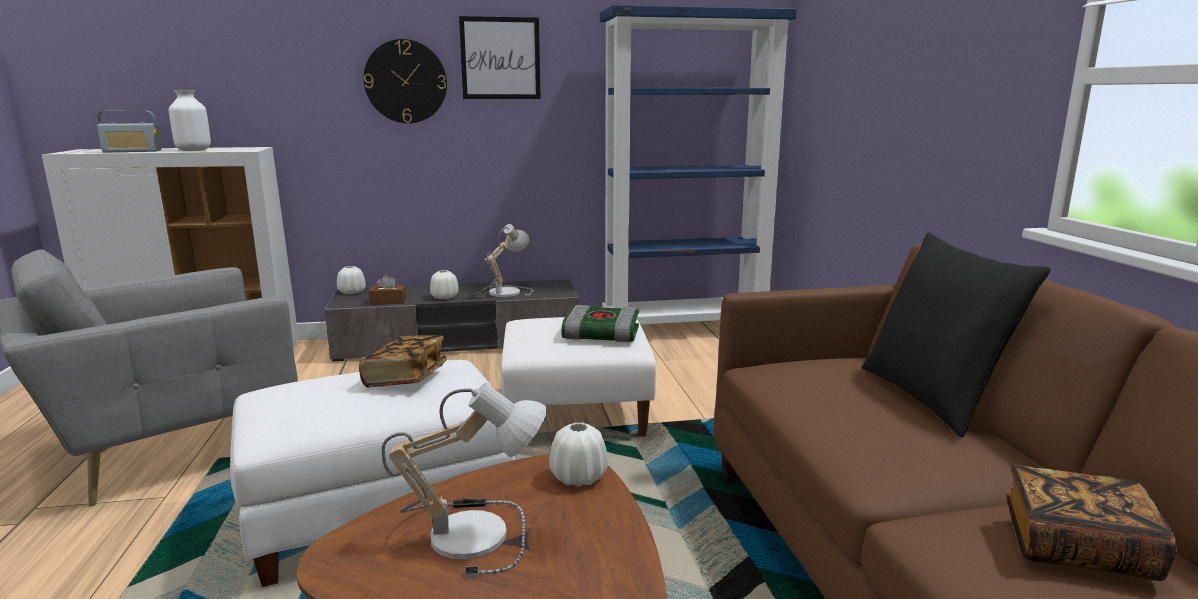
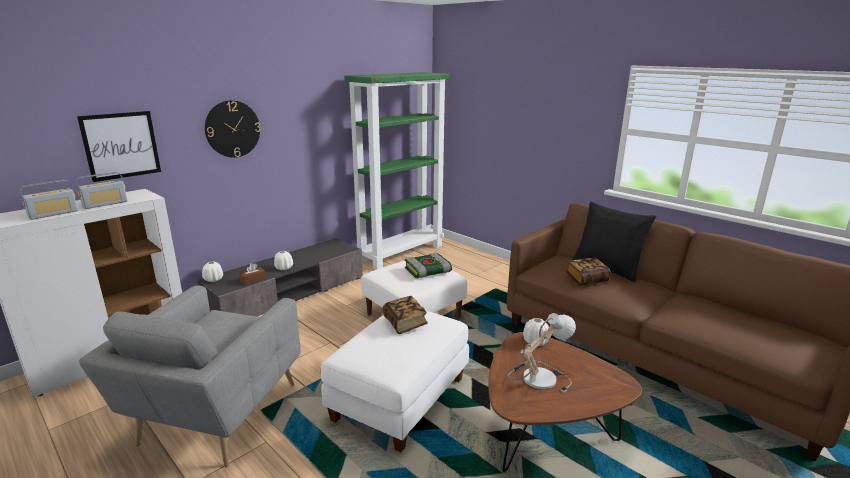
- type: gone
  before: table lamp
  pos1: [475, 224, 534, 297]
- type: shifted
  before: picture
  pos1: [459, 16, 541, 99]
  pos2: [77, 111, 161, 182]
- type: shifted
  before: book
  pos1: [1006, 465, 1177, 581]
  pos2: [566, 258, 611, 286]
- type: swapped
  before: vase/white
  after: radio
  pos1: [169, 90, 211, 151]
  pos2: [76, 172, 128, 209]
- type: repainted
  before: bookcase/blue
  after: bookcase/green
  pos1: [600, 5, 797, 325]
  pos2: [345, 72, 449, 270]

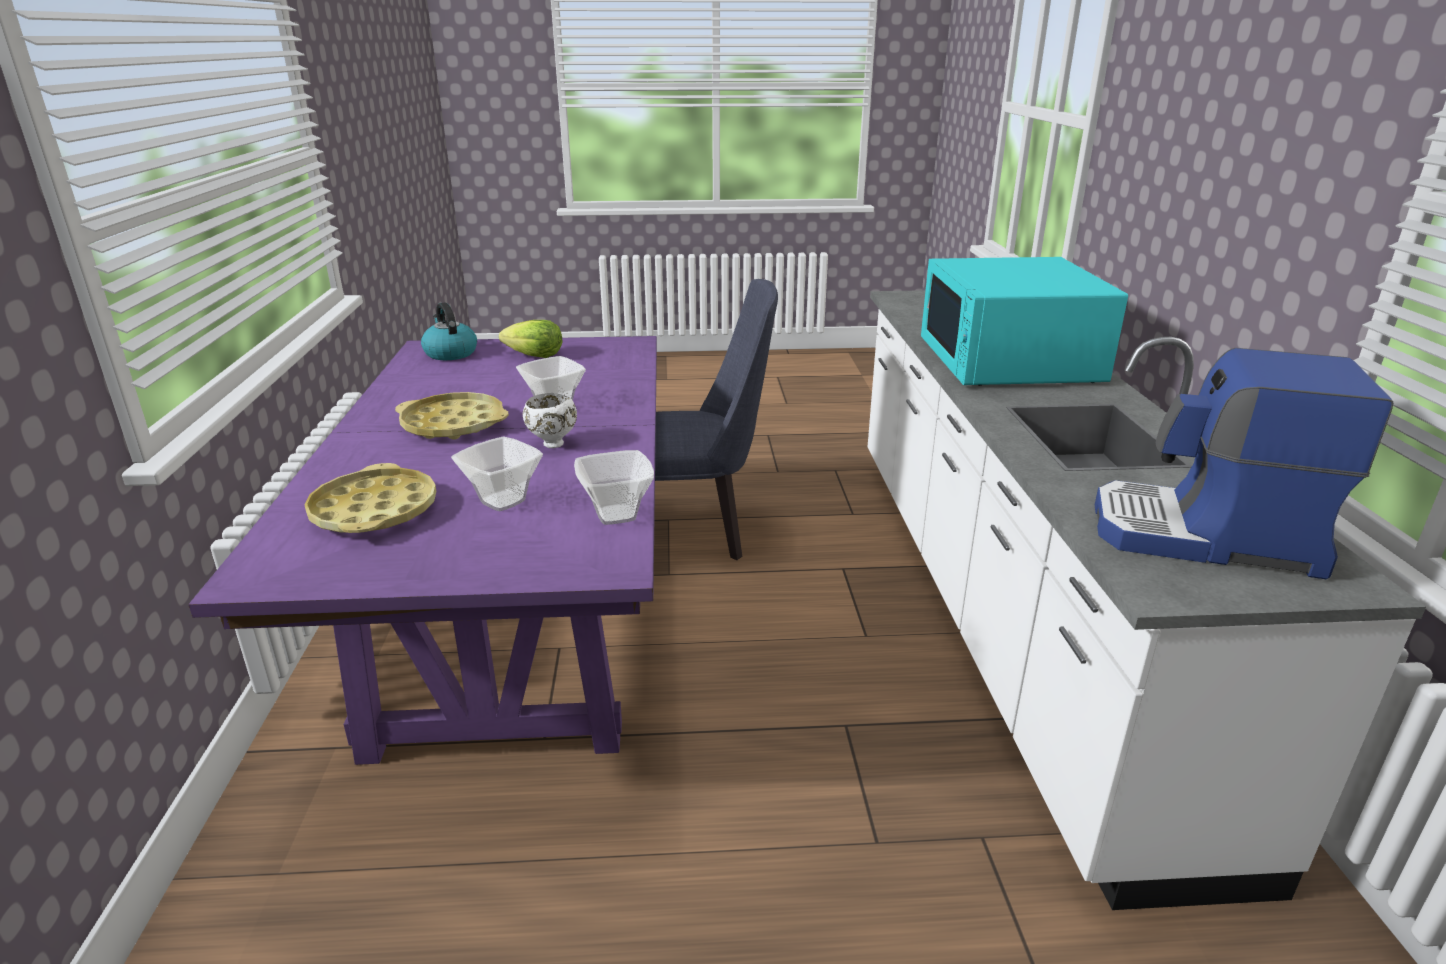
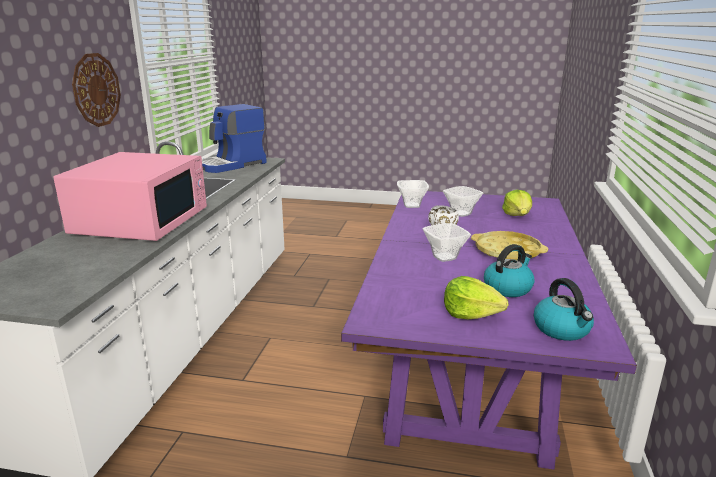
- type: gone
  before: chair/blue
  pos1: [655, 279, 778, 560]
- type: new
  after: wall clock
  pos2: [72, 53, 121, 127]
- type: new
  after: kettle
  pos2: [484, 244, 535, 297]
- type: swapped
  before: tray/yellow
  after: lettuce
  pos1: [304, 463, 436, 533]
  pos2: [502, 190, 532, 216]
- type: repainted
  before: microwave/turquoise
  after: microwave/pink
  pos1: [921, 257, 1128, 386]
  pos2: [53, 152, 207, 241]
- type: rotated
  before: coffee machine
  pos1: [1095, 348, 1393, 579]
  pos2: [202, 104, 267, 173]
  turn: 105

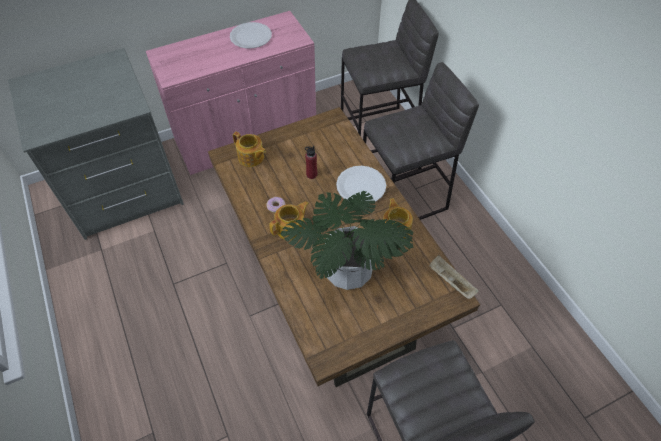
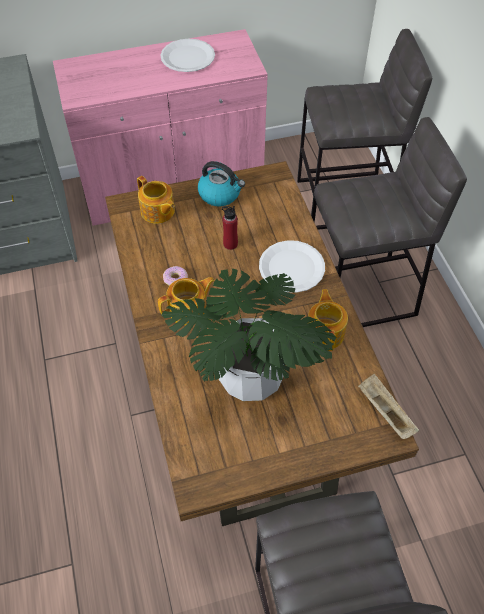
- type: new
  after: kettle
  pos2: [198, 161, 245, 206]

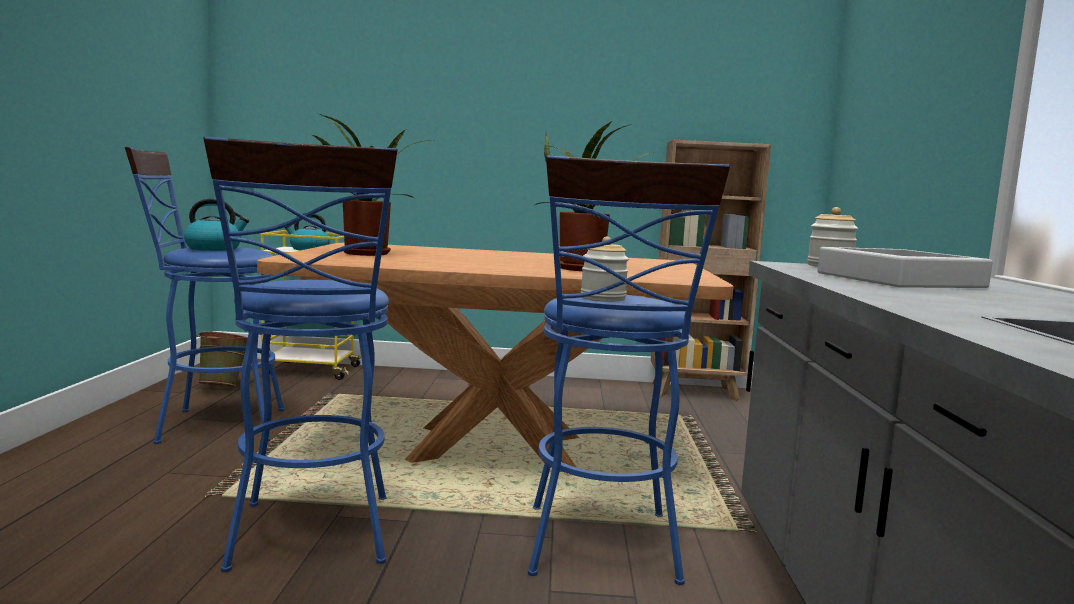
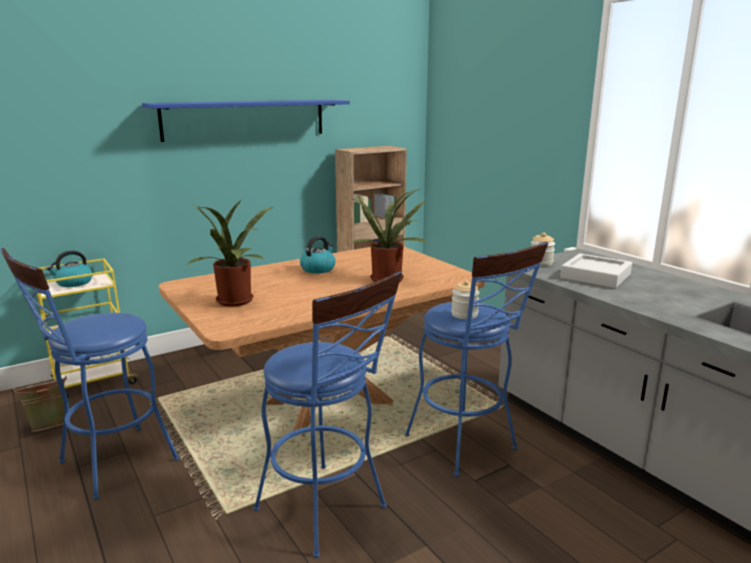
- type: new
  after: shelf/blue
  pos2: [142, 100, 350, 142]
- type: shifted
  before: kettle
  pos1: [184, 199, 249, 251]
  pos2: [300, 236, 336, 274]

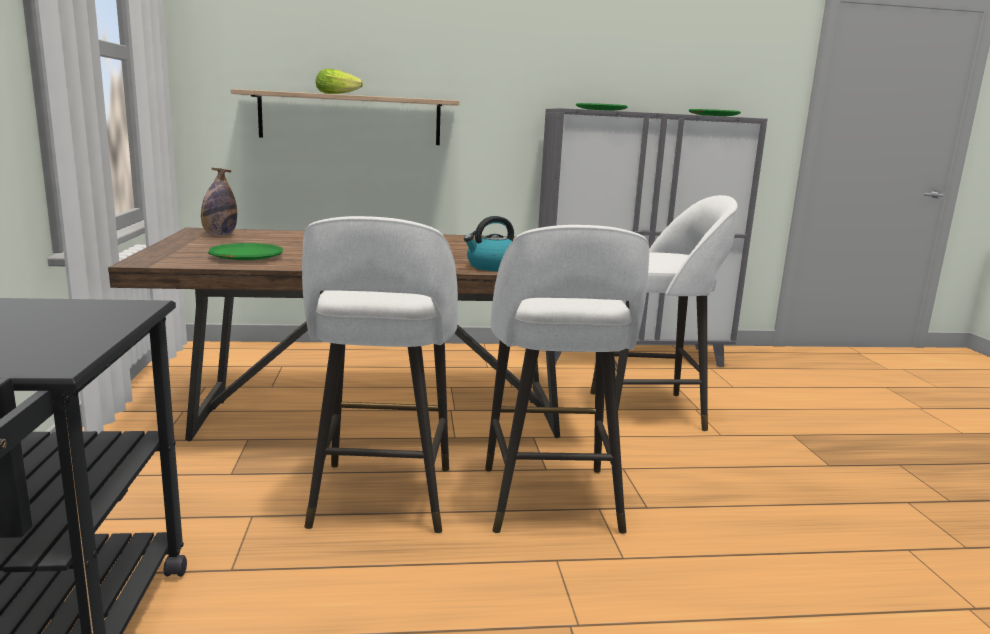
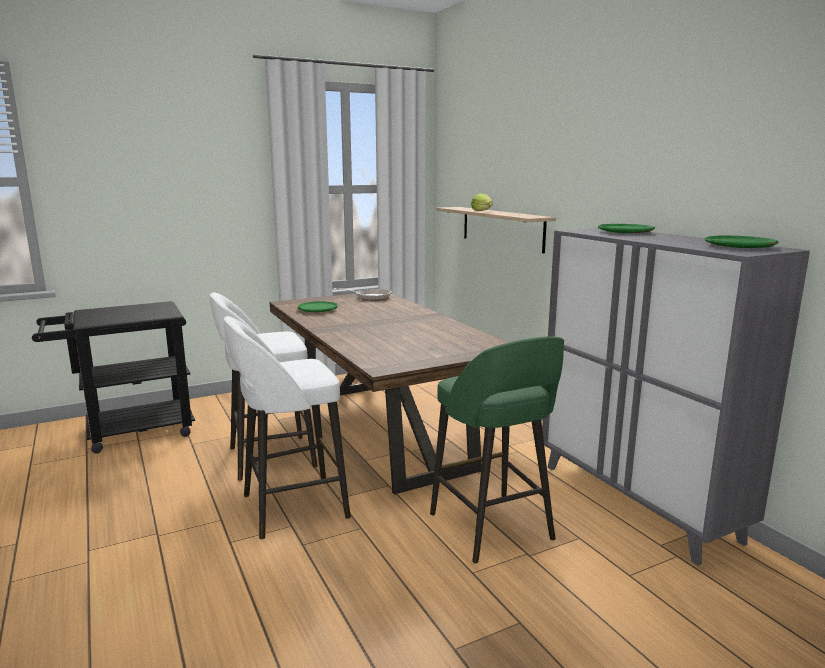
- type: gone
  before: kettle
  pos1: [464, 216, 514, 271]
- type: swapped
  before: bottle
  after: frying pan
  pos1: [201, 168, 237, 236]
  pos2: [334, 288, 392, 301]
- type: repainted
  before: stool/white
  after: stool/green
  pos1: [590, 195, 738, 432]
  pos2: [430, 336, 564, 564]

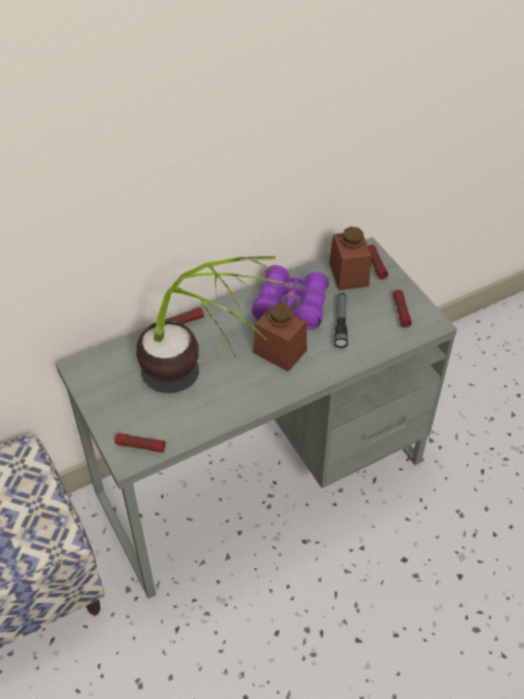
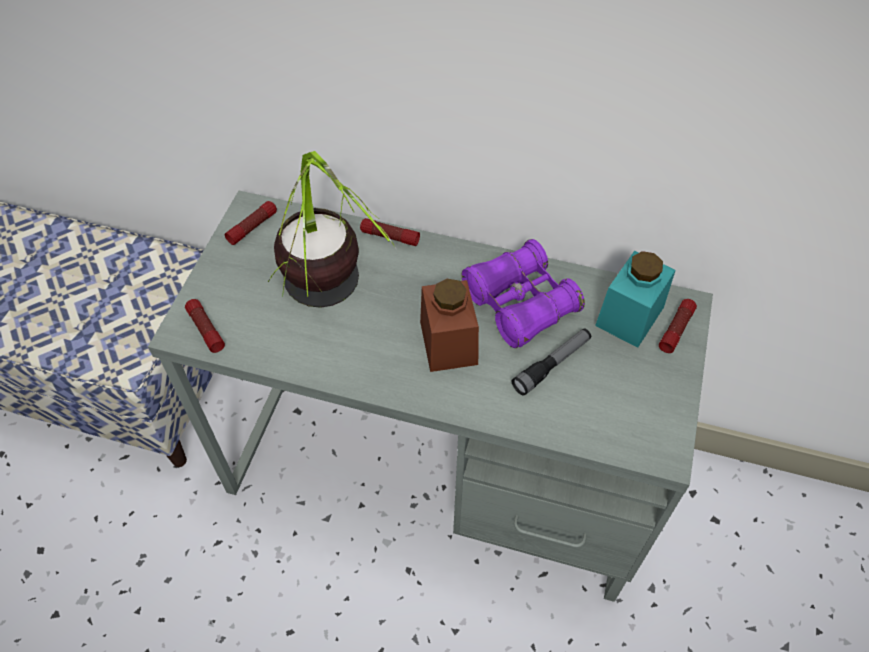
- type: shifted
  before: flashlight
  pos1: [393, 290, 412, 328]
  pos2: [225, 201, 277, 245]
- type: repainted
  before: jar/brown
  after: jar/turquoise
  pos1: [329, 227, 371, 291]
  pos2: [595, 251, 676, 348]

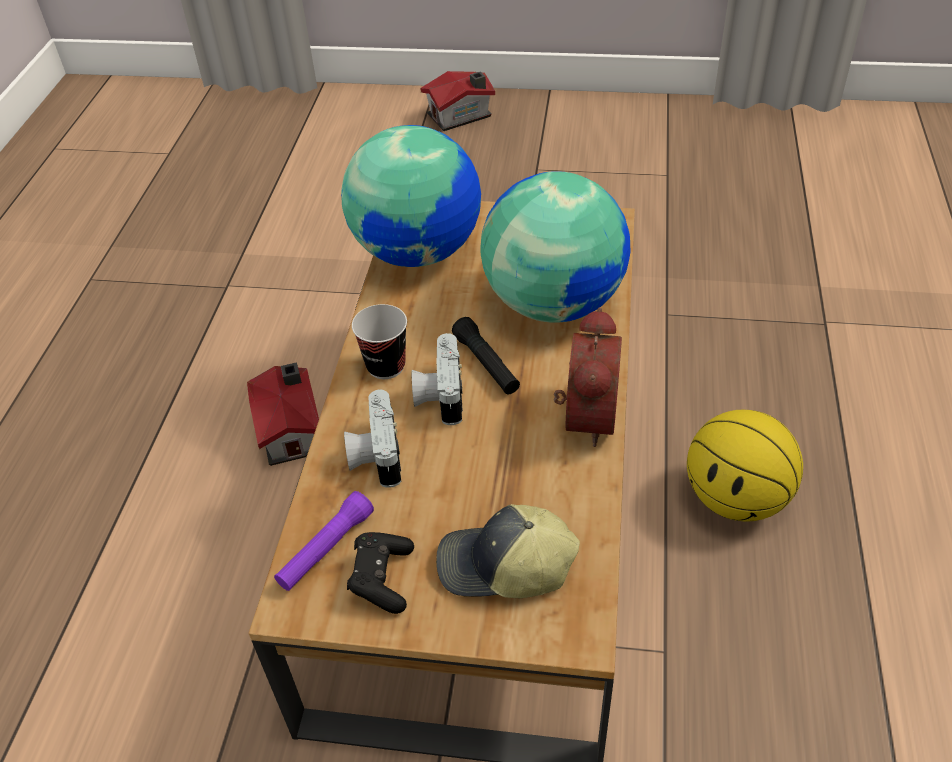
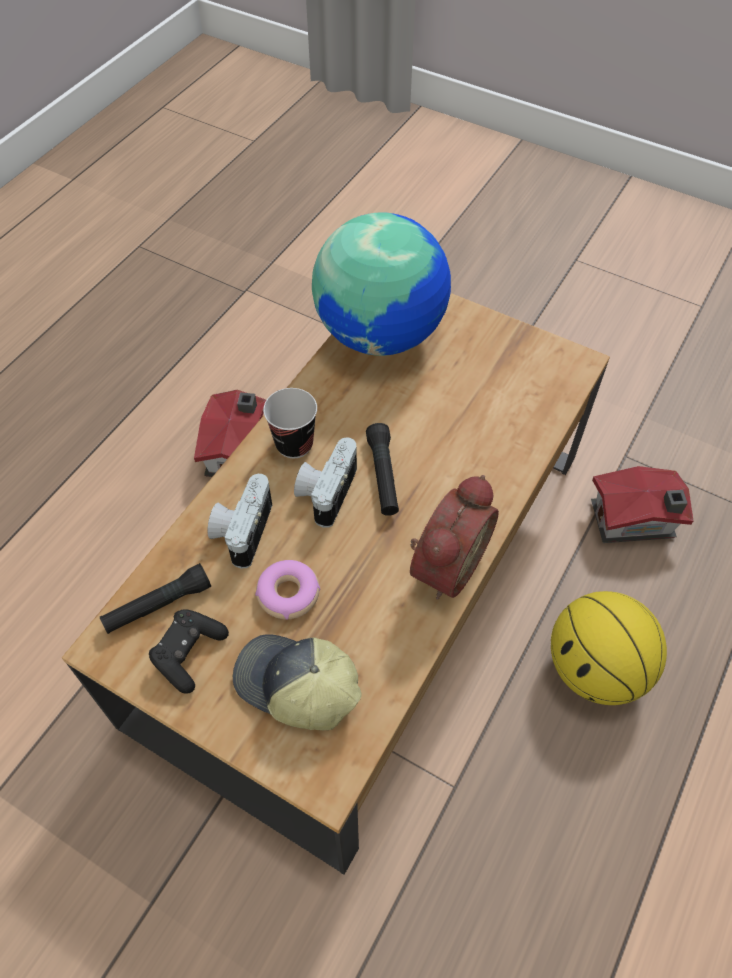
- type: gone
  before: globe
  pos1: [480, 171, 630, 323]
- type: new
  after: donut
  pos2: [255, 560, 320, 620]
- type: shifted
  before: toy house
  pos1: [420, 71, 495, 131]
  pos2: [591, 466, 693, 543]
- type: repainted
  before: flashlight/purple
  after: flashlight/black
  pos1: [274, 491, 374, 591]
  pos2: [99, 563, 211, 634]

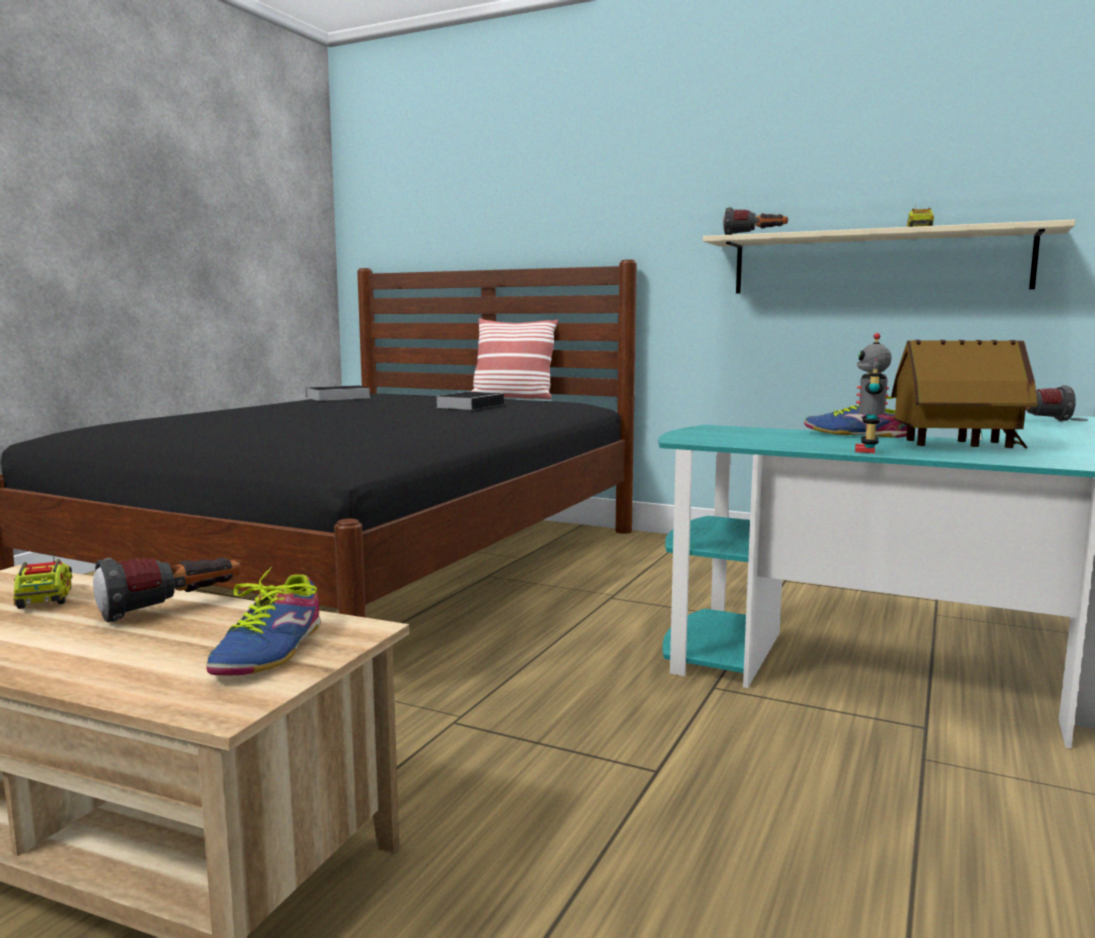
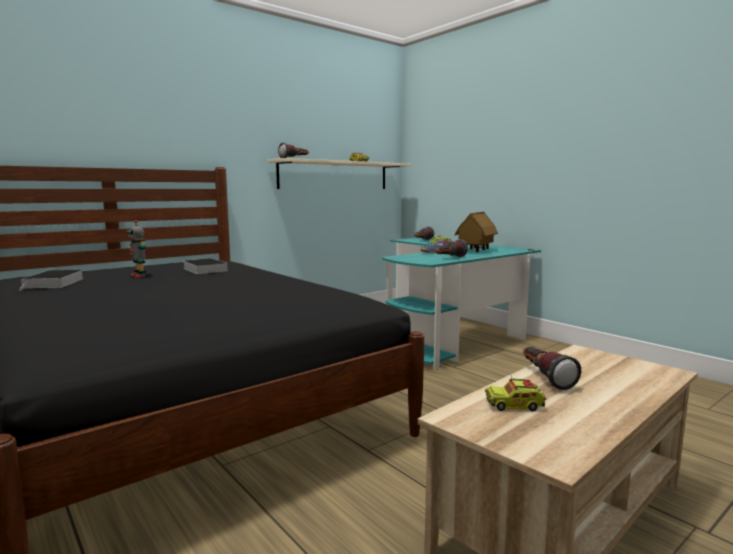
- type: gone
  before: shoe
  pos1: [206, 567, 321, 675]
- type: gone
  before: pillow
  pos1: [471, 318, 558, 399]
- type: new
  after: flashlight
  pos2: [434, 239, 468, 257]
- type: shifted
  before: toy robot
  pos1: [855, 333, 892, 453]
  pos2: [127, 220, 147, 278]

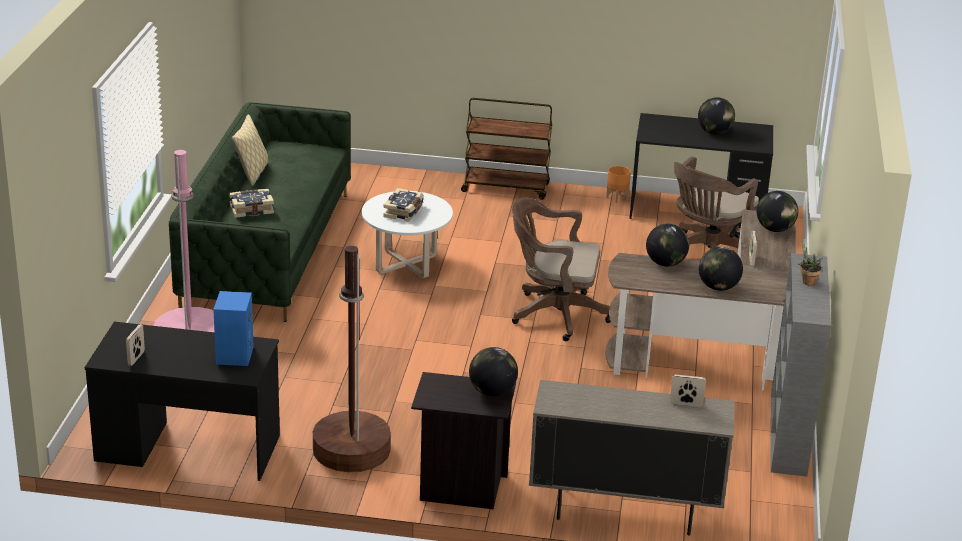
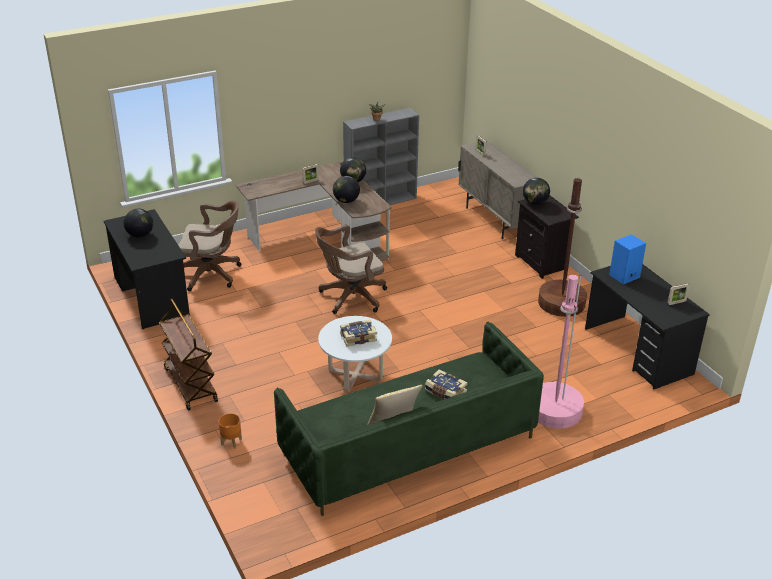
- type: gone
  before: globe
  pos1: [757, 191, 798, 232]
- type: shifted
  before: planter/orange
  pos1: [606, 166, 631, 203]
  pos2: [219, 413, 242, 449]
- type: rotated
  before: office chair/brown
  pos1: [512, 198, 611, 341]
  pos2: [315, 225, 387, 314]
  turn: 90

